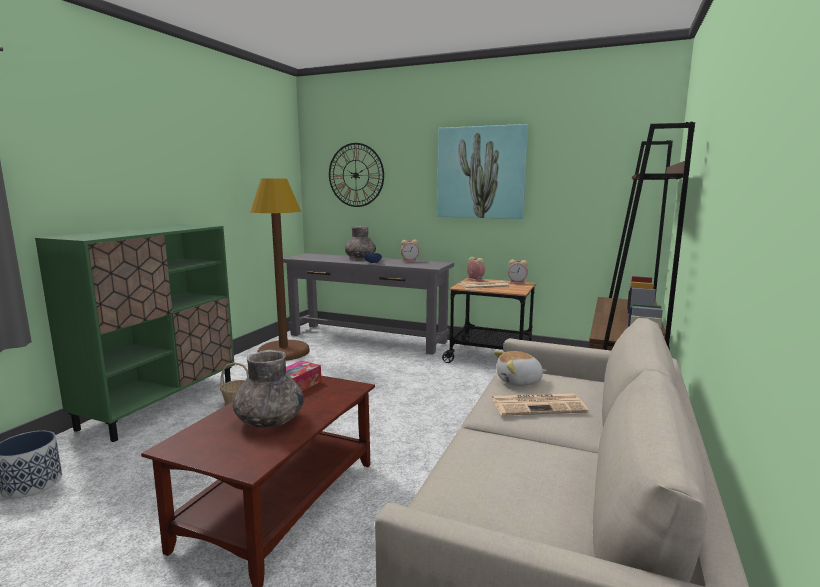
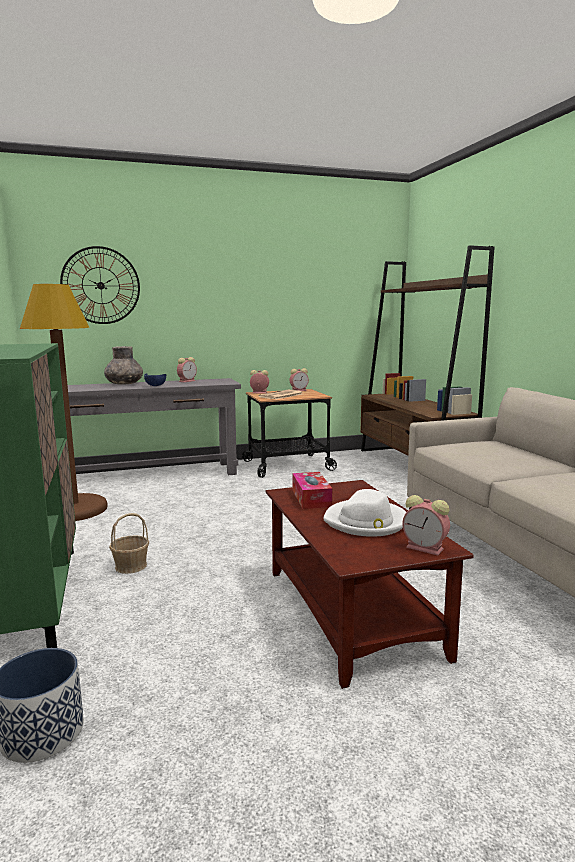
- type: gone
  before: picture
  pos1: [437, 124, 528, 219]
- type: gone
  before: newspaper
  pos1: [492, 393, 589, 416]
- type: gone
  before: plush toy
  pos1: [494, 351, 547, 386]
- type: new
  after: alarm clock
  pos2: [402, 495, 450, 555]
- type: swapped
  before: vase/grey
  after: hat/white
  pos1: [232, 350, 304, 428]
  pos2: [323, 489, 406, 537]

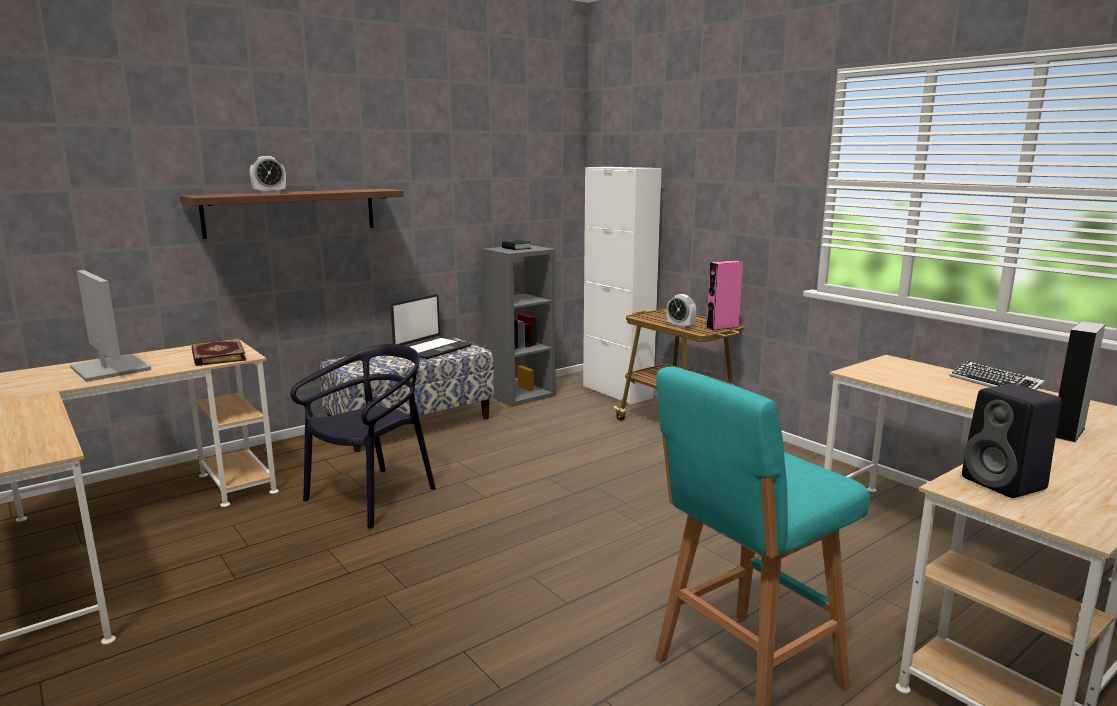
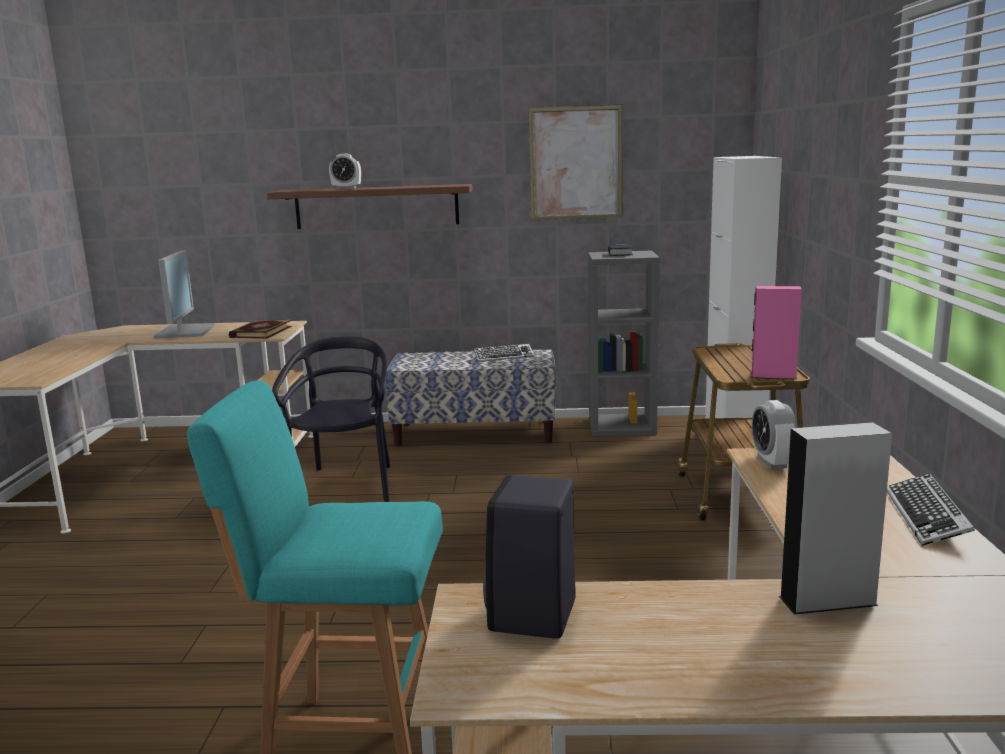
- type: new
  after: picture
  pos2: [528, 104, 623, 220]
- type: shifted
  before: alarm clock
  pos1: [667, 294, 696, 329]
  pos2: [752, 400, 797, 469]
- type: swapped
  before: laptop
  after: keyboard
  pos1: [390, 294, 472, 359]
  pos2: [474, 344, 534, 362]
- type: rotated
  before: chair/black
  pos1: [290, 344, 435, 529]
  pos2: [272, 336, 390, 502]
  turn: -75

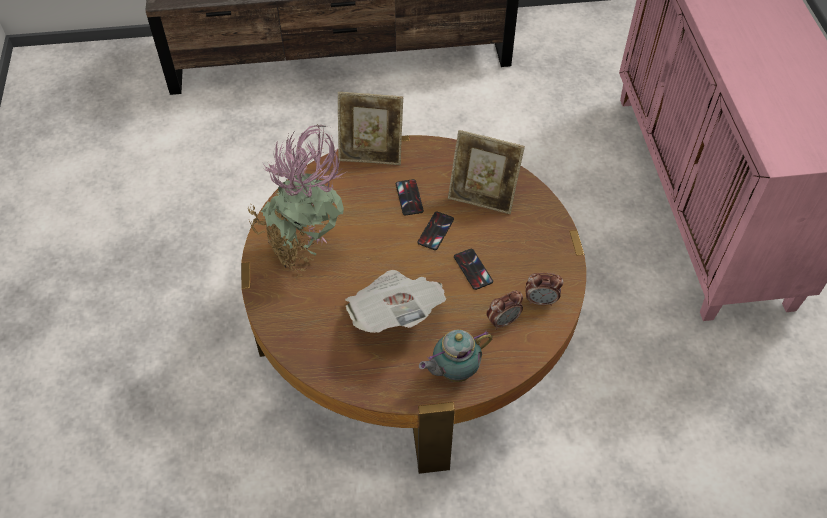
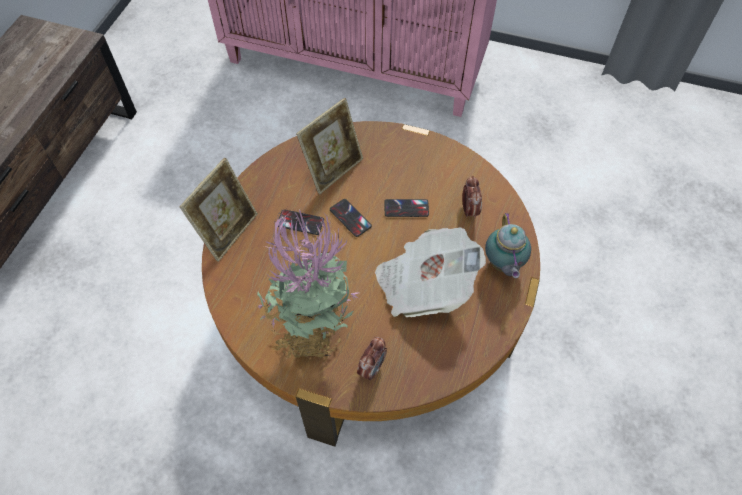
- type: shifted
  before: alarm clock
  pos1: [525, 273, 564, 306]
  pos2: [357, 337, 387, 381]

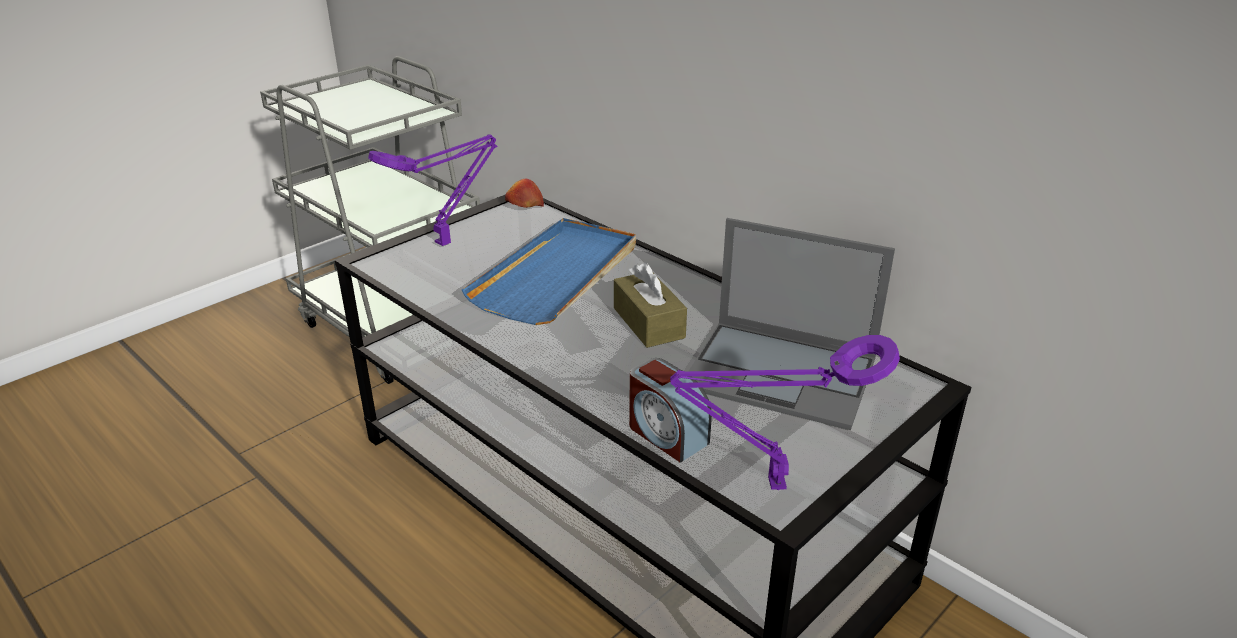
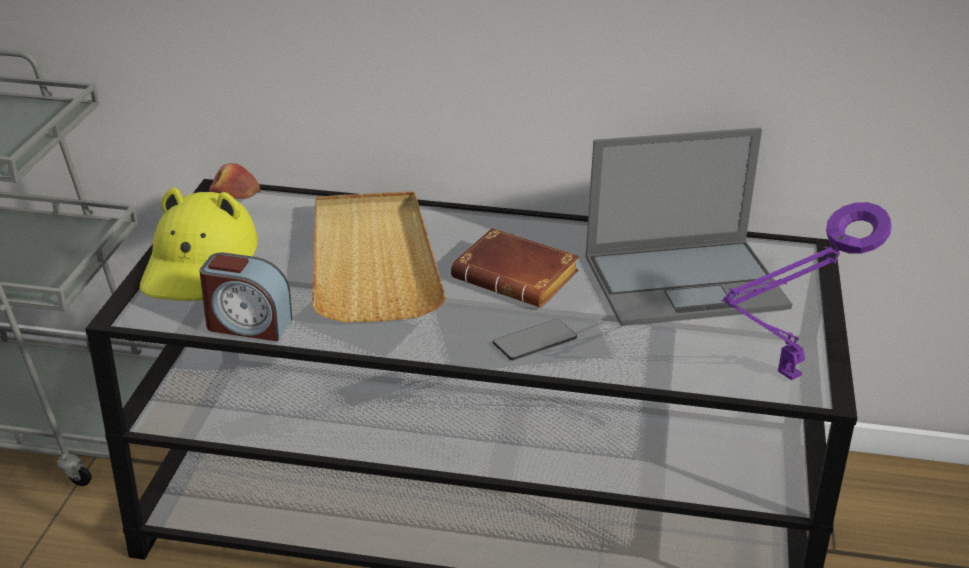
- type: new
  after: phone
  pos2: [493, 319, 577, 360]
- type: shifted
  before: alarm clock
  pos1: [629, 358, 712, 463]
  pos2: [199, 252, 292, 341]
- type: swapped
  before: table lamp/purple
  after: hat/yellow
  pos1: [368, 134, 497, 246]
  pos2: [140, 188, 258, 301]
- type: swapped
  before: tissue box/brown
  after: book/brown
  pos1: [614, 262, 687, 348]
  pos2: [451, 228, 579, 308]
- type: repainted
  before: tray/blue
  after: tray/beige
  pos1: [462, 218, 636, 325]
  pos2: [312, 191, 446, 322]

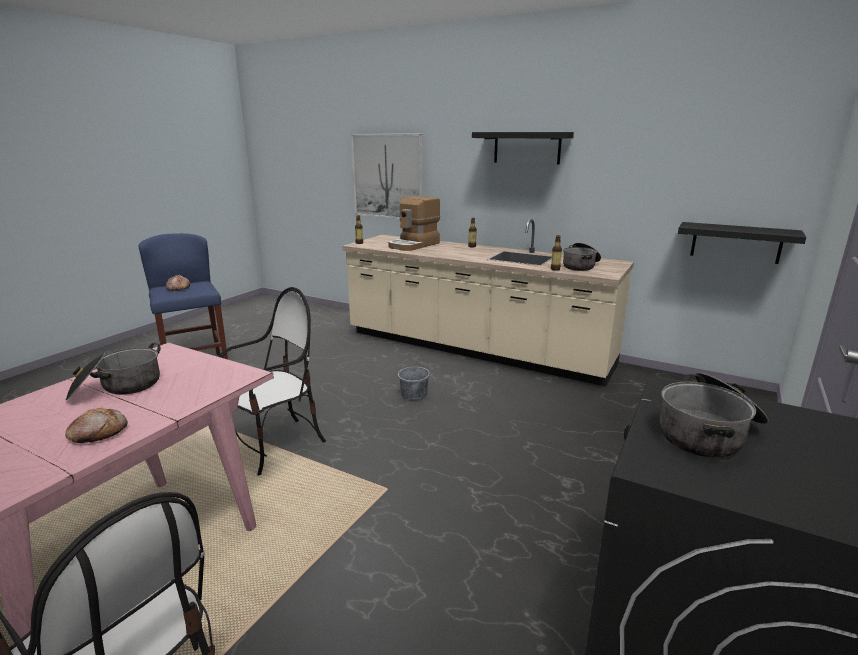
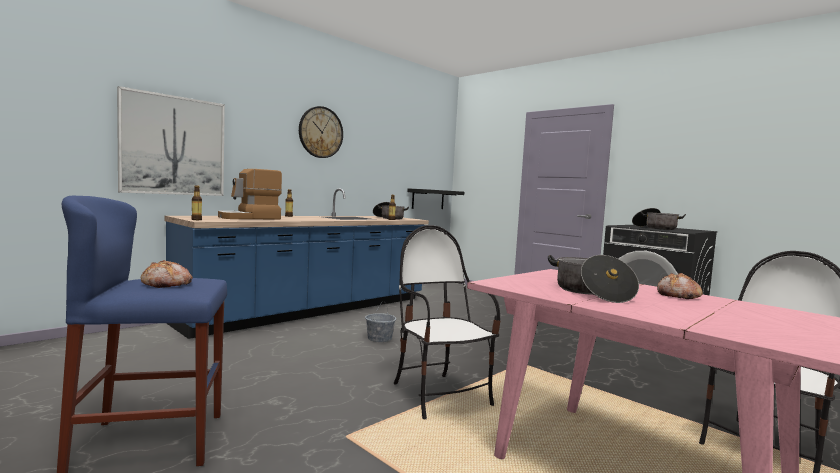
- type: swapped
  before: shelf/black
  after: wall clock
  pos1: [472, 132, 574, 164]
  pos2: [299, 106, 343, 158]
- type: repainted
  before: counter/beige
  after: counter/blue
  pos1: [342, 219, 634, 386]
  pos2: [165, 188, 429, 339]
- type: rotated
  before: coffee machine
  pos1: [388, 196, 440, 251]
  pos2: [218, 169, 282, 220]
  turn: 90

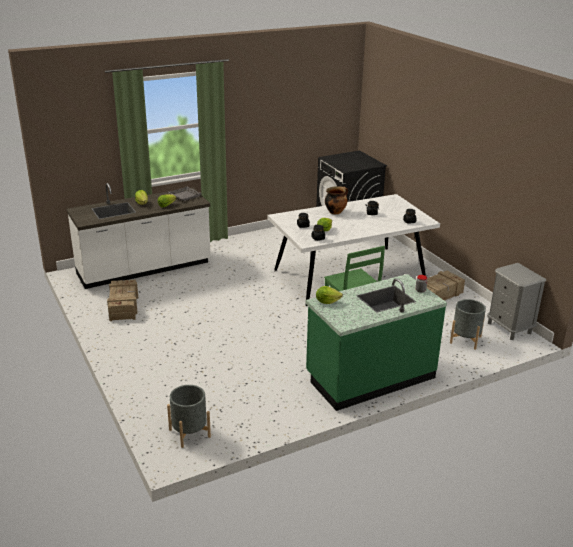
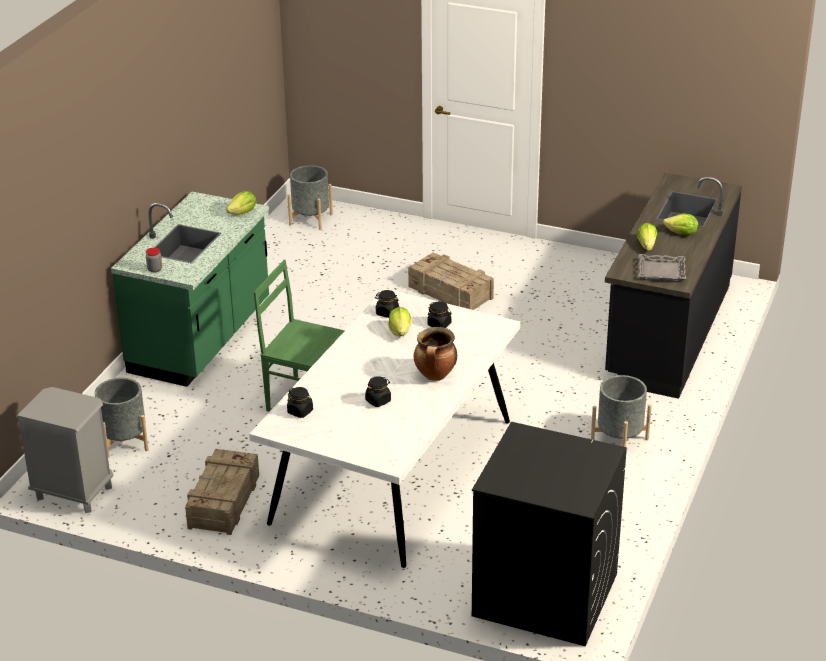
- type: new
  after: planter/grey
  pos2: [591, 375, 652, 447]
- type: shifted
  before: crate
  pos1: [107, 280, 138, 321]
  pos2: [408, 253, 494, 310]
- type: repainted
  before: counter/white
  after: counter/black
  pos1: [66, 183, 211, 289]
  pos2: [605, 173, 742, 399]

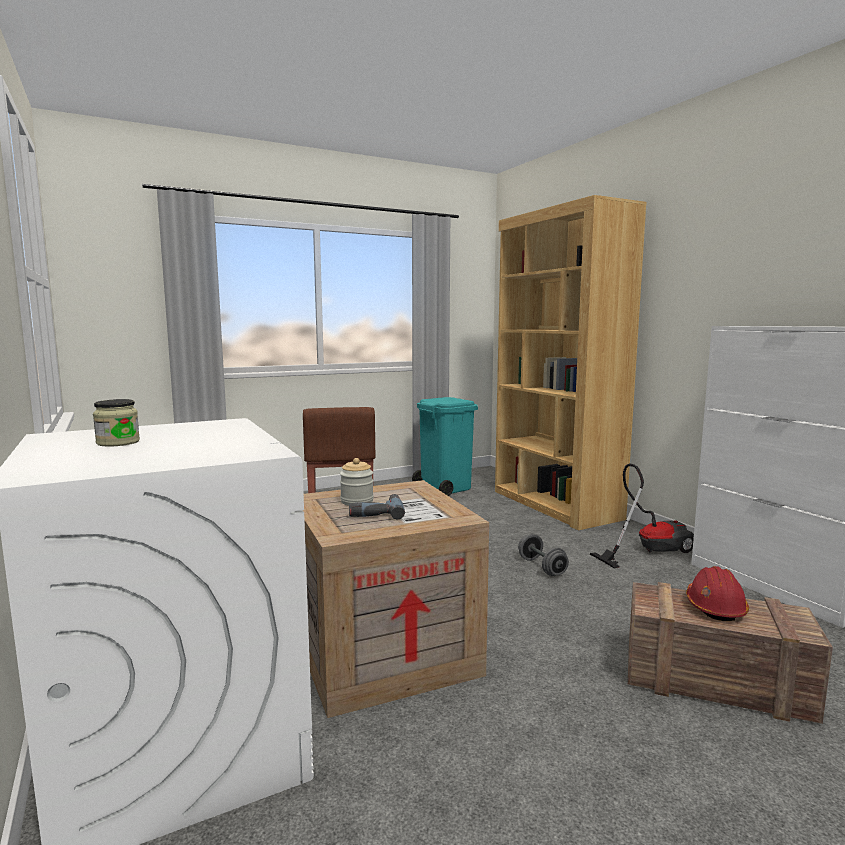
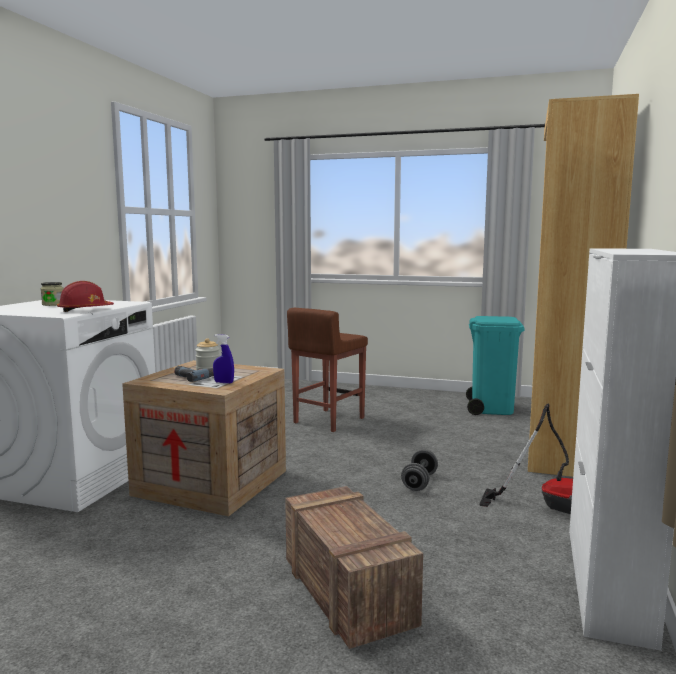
- type: new
  after: spray bottle/blue
  pos2: [213, 334, 234, 383]
- type: shifted
  before: hard hat/red
  pos1: [686, 566, 749, 621]
  pos2: [57, 281, 114, 312]

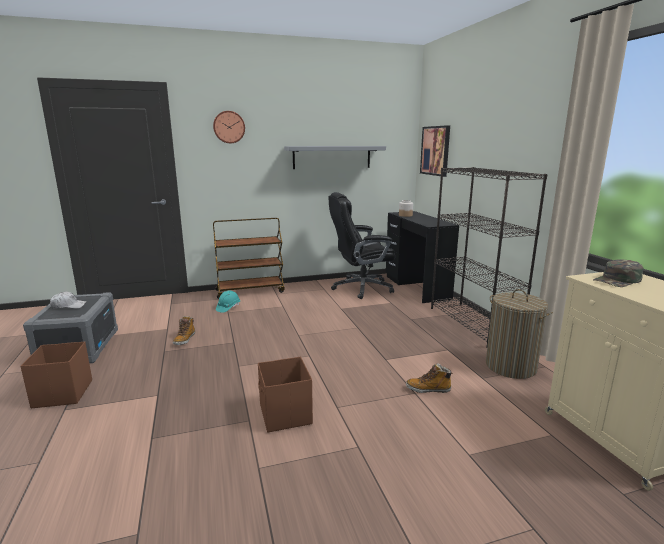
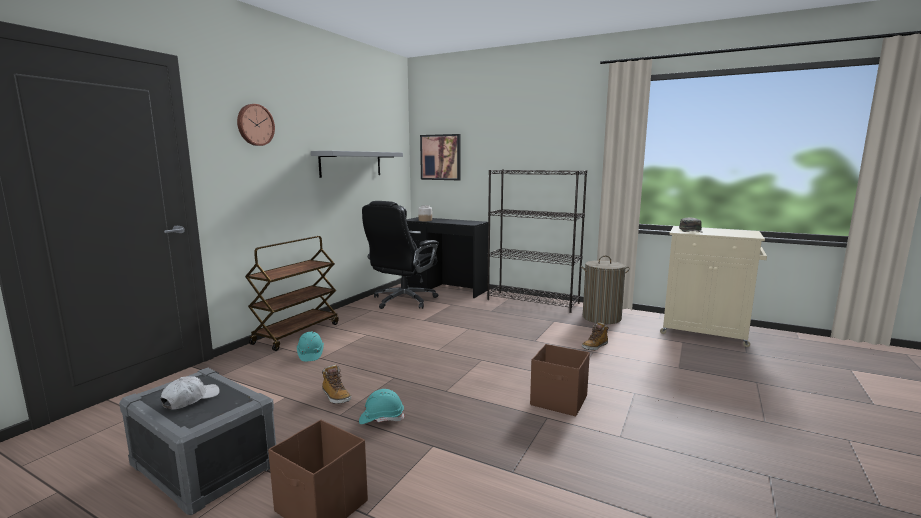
- type: new
  after: hard hat/turquoise
  pos2: [359, 389, 405, 424]

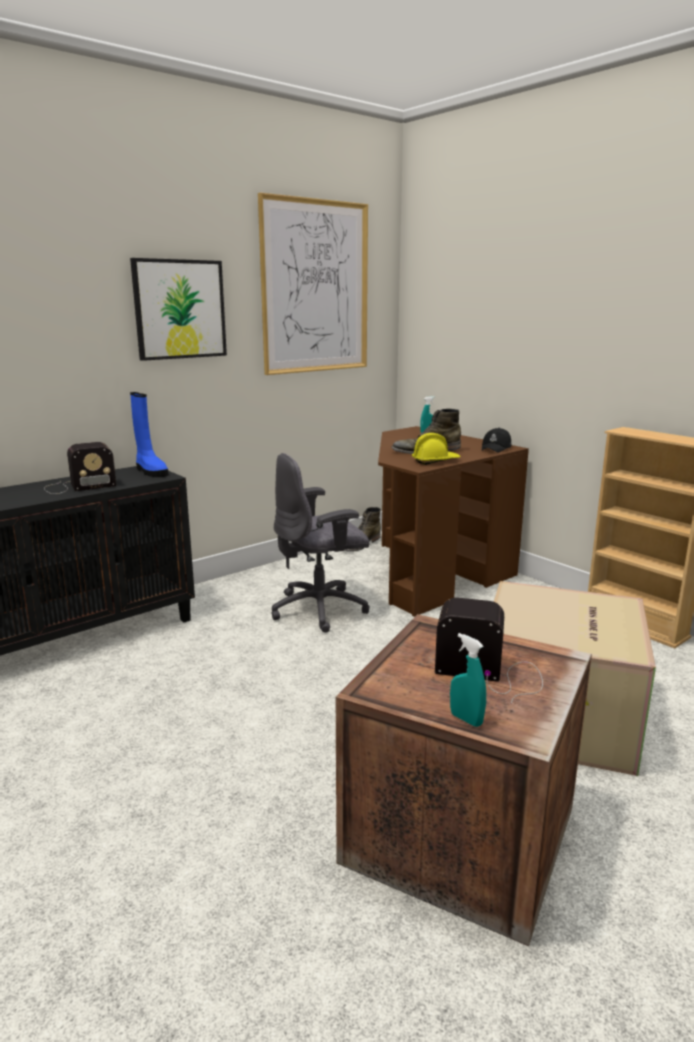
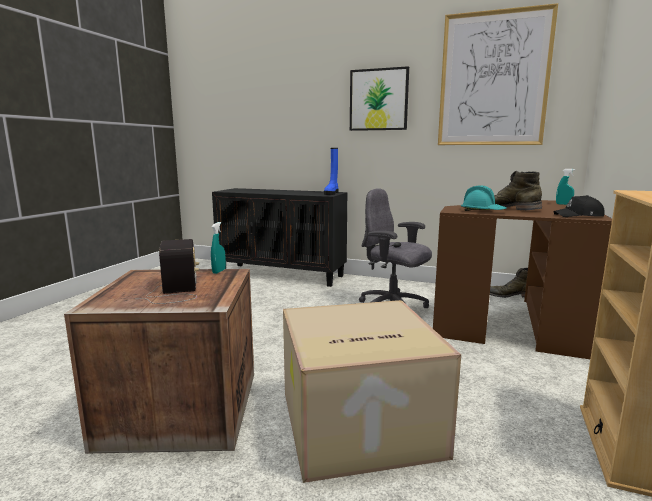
- type: gone
  before: radio
  pos1: [44, 442, 116, 494]
- type: shifted
  before: spray bottle/turquoise
  pos1: [450, 633, 486, 727]
  pos2: [211, 222, 226, 274]
- type: repainted
  before: hard hat/yellow
  after: hard hat/turquoise
  pos1: [412, 433, 461, 465]
  pos2: [461, 185, 507, 211]

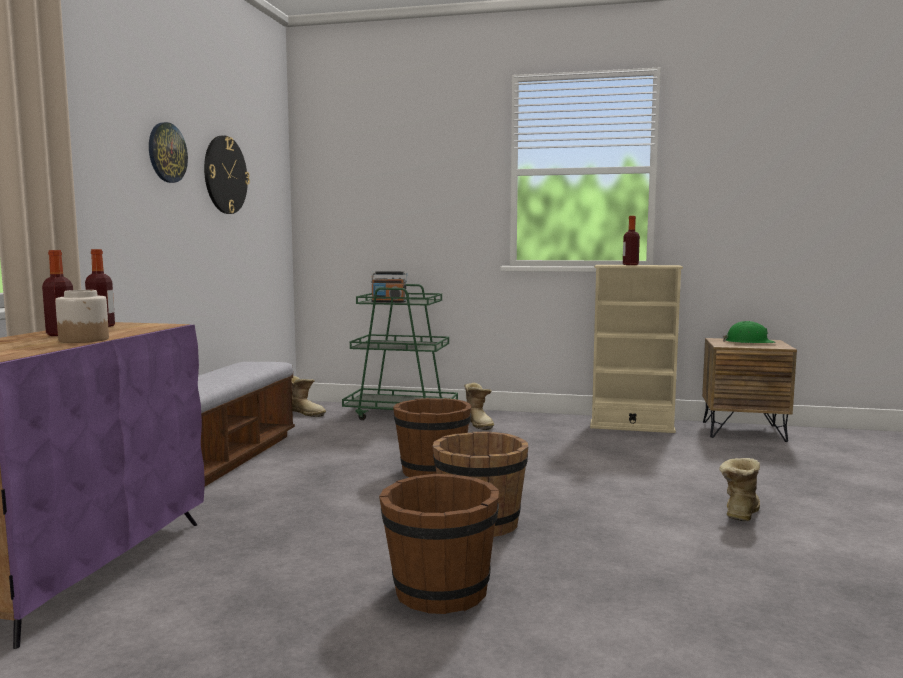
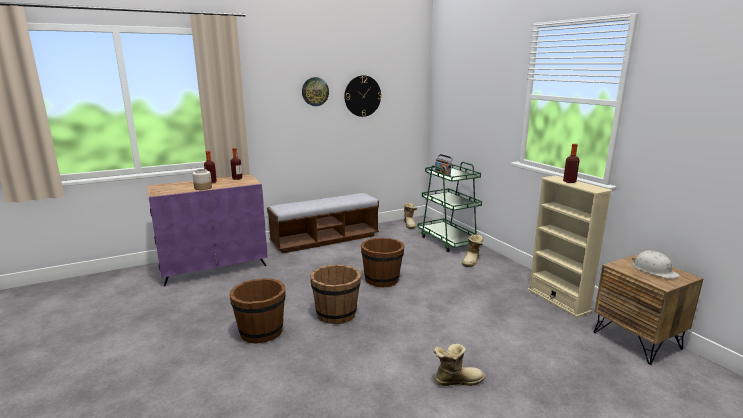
- type: repainted
  before: hard hat/green
  after: hard hat/white
  pos1: [723, 321, 776, 343]
  pos2: [632, 251, 680, 279]

